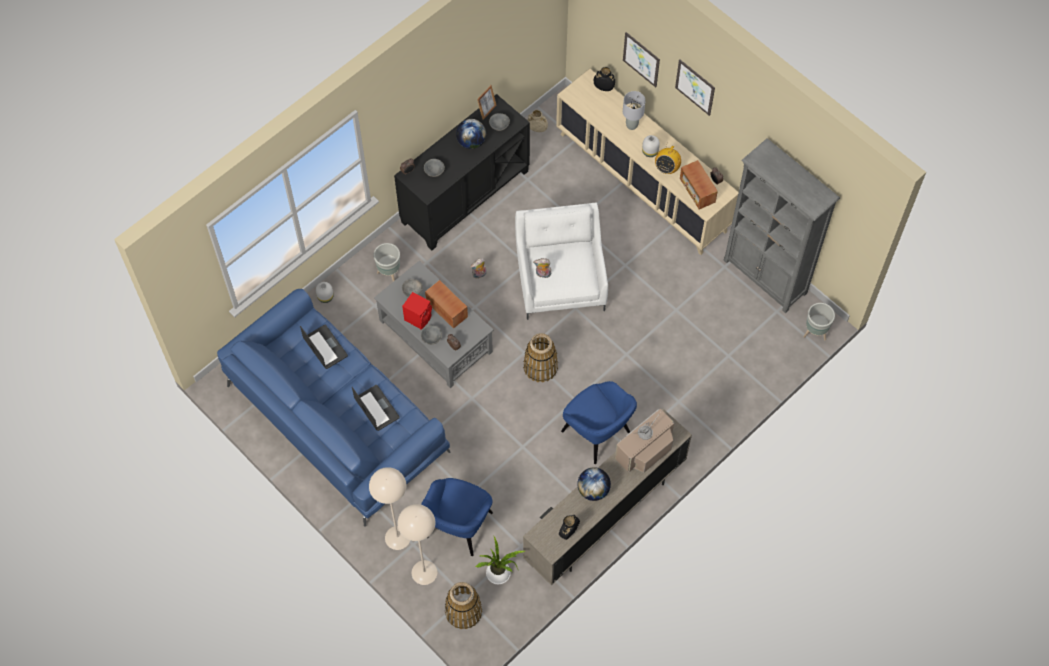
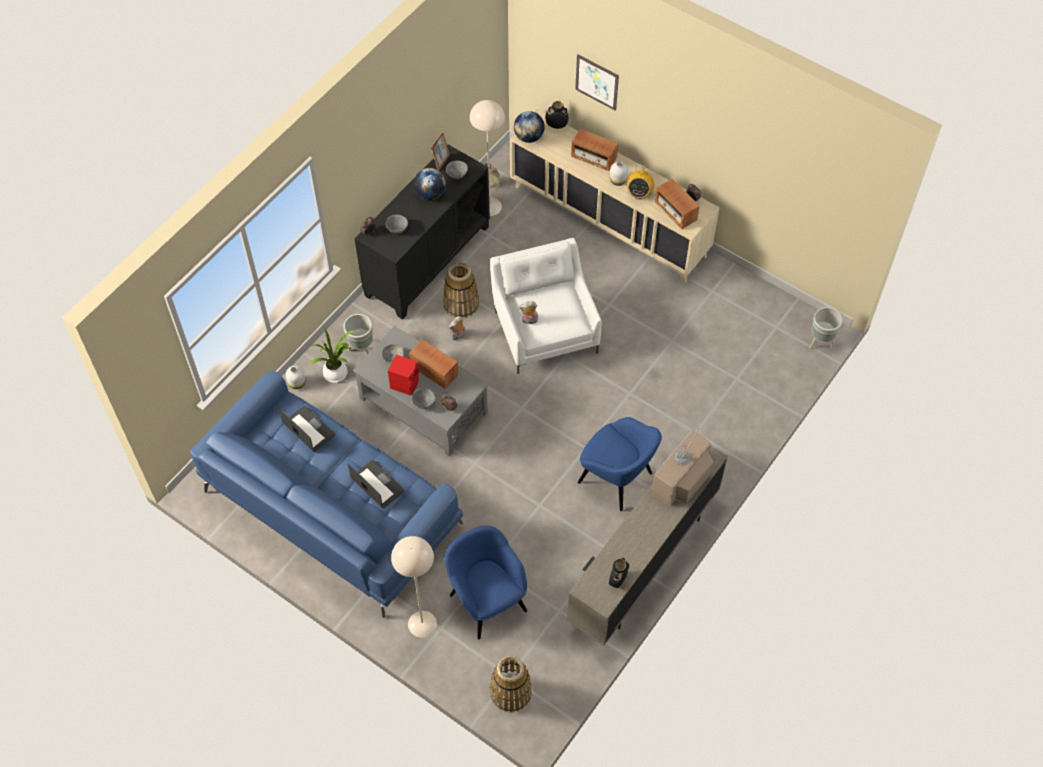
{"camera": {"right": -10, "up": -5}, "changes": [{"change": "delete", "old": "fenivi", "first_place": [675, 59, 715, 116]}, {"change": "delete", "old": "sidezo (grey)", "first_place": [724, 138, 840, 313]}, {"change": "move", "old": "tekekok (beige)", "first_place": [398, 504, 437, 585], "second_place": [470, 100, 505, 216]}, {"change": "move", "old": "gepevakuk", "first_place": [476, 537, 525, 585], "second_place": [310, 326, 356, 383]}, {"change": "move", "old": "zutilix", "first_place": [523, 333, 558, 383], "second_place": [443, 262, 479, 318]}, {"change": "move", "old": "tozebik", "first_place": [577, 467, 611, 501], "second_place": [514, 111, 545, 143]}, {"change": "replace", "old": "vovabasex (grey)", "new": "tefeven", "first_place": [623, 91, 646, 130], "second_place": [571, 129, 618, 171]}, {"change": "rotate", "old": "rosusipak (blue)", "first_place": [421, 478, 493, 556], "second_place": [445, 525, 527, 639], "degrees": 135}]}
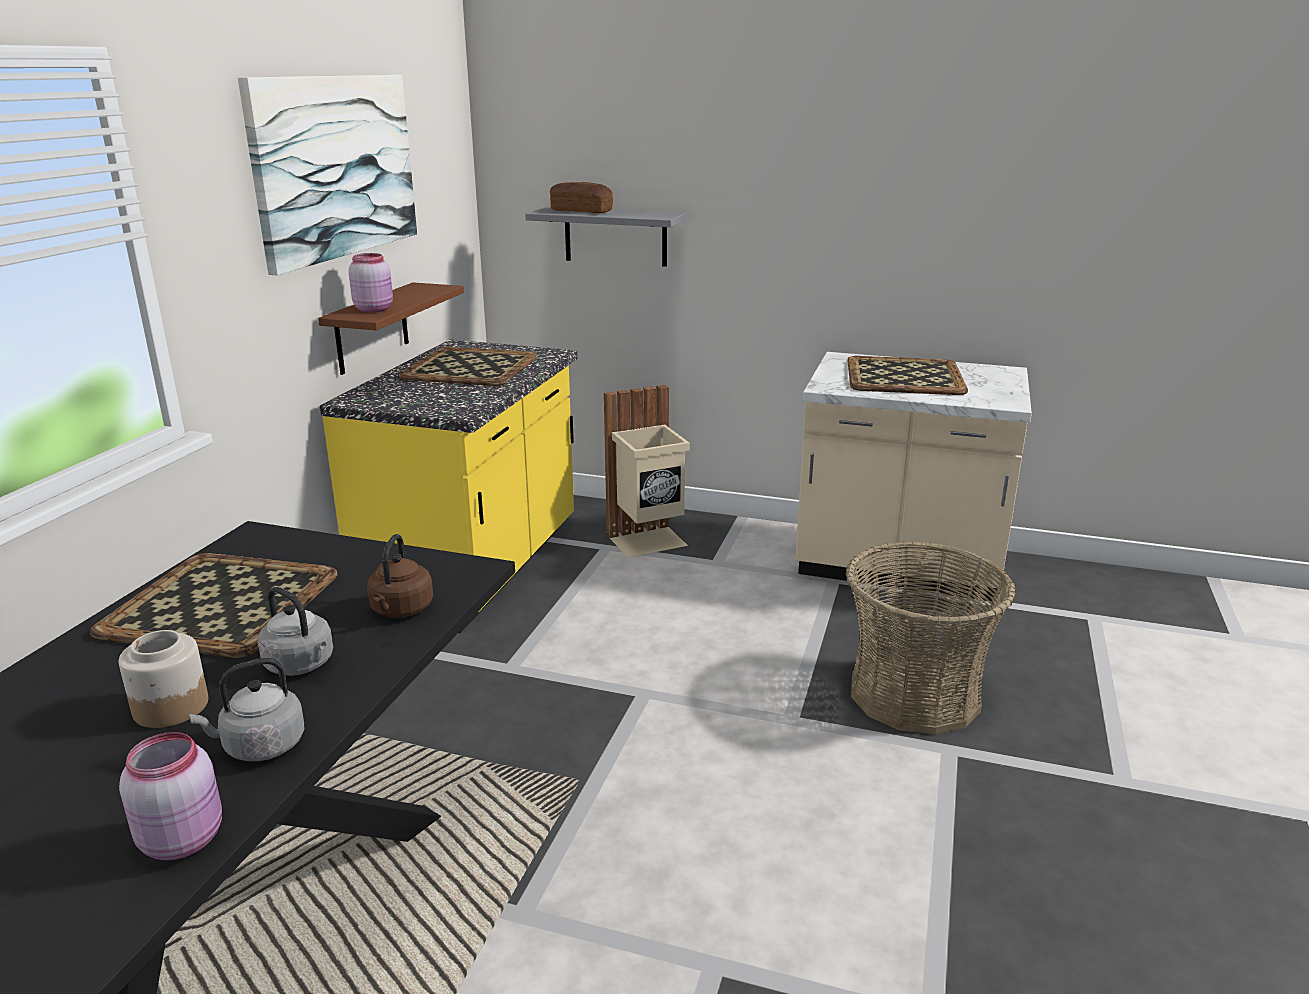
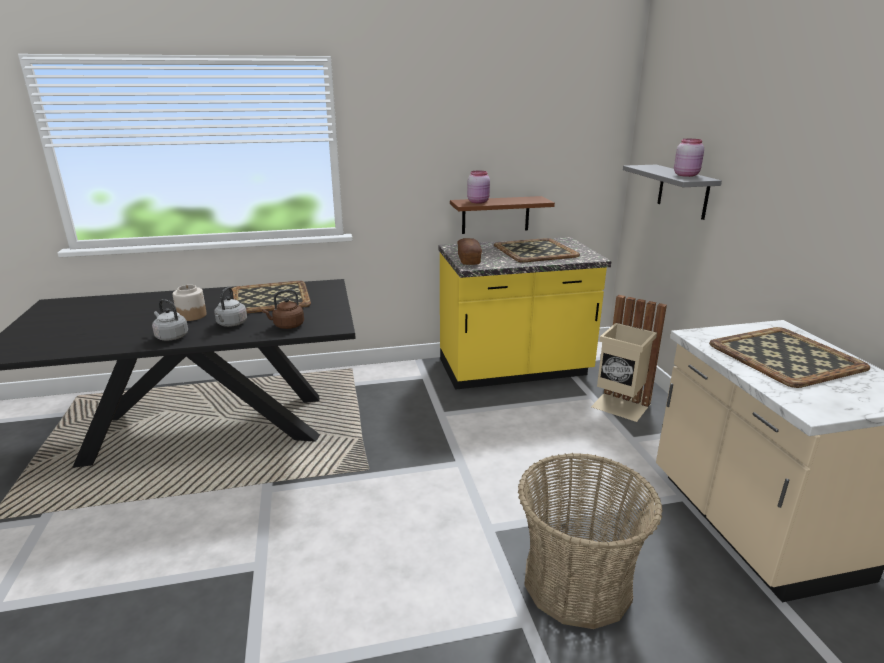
{"camera": {"right": 60, "up": 0}, "changes": [{"change": "delete", "old": "fenivi", "first_place": [238, 75, 417, 275]}, {"change": "move", "old": "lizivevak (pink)", "first_place": [119, 732, 222, 860], "second_place": [674, 139, 704, 177]}, {"change": "move", "old": "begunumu", "first_place": [550, 182, 613, 213], "second_place": [457, 238, 482, 265]}]}
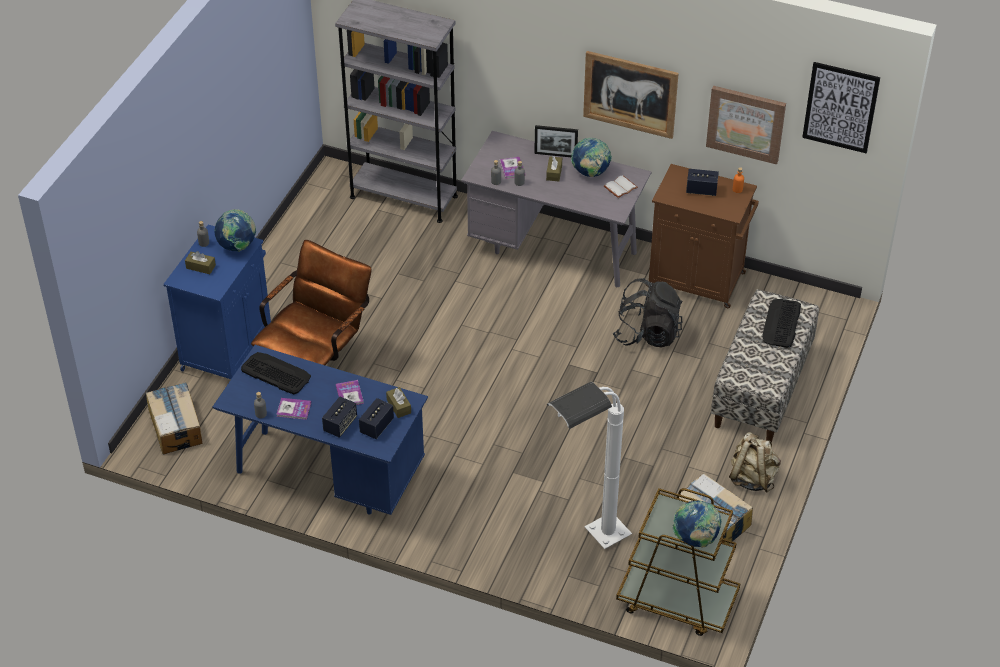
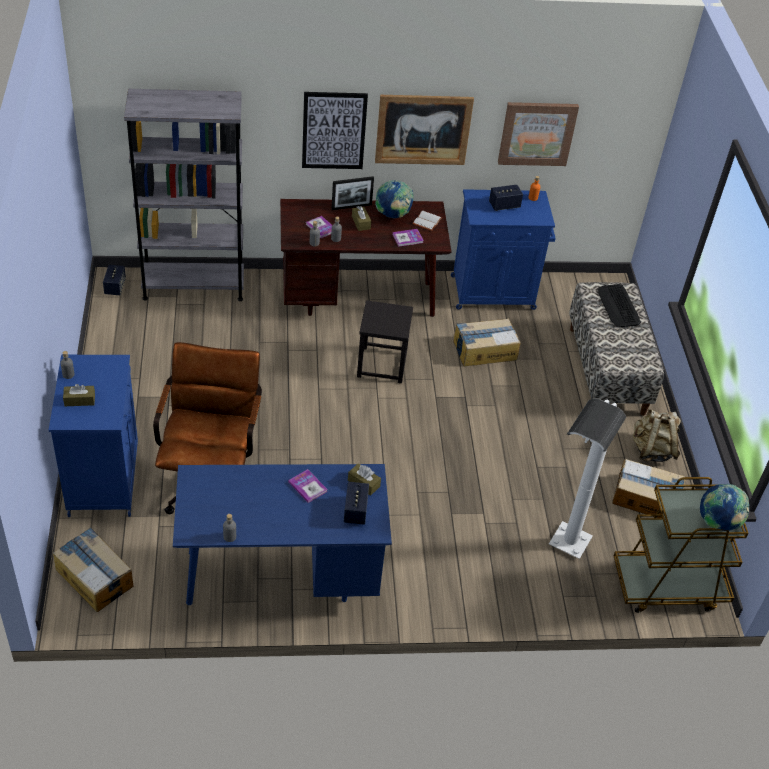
{"camera": {"right": -30, "up": 0}, "changes": [{"change": "delete", "old": "tozebik", "first_place": [214, 209, 256, 252]}, {"change": "delete", "old": "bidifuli", "first_place": [241, 352, 311, 395]}, {"change": "insert", "new": "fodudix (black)", "second_place": [357, 300, 413, 383]}, {"change": "move", "old": "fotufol", "first_place": [276, 398, 311, 420], "second_place": [392, 229, 424, 247]}, {"change": "move", "old": "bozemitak", "first_place": [322, 397, 357, 438], "second_place": [103, 265, 126, 295]}, {"change": "move", "old": "fenivi", "first_place": [802, 62, 880, 153], "second_place": [302, 92, 368, 169]}, {"change": "replace", "old": "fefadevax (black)", "new": "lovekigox", "first_place": [612, 278, 682, 348], "second_place": [453, 319, 521, 366]}, {"change": "recolor", "old": "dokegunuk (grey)", "new": "dokegunuk (brown)", "first_place": [461, 131, 652, 287], "second_place": [280, 199, 452, 317]}, {"change": "recolor", "old": "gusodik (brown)", "new": "gusodik (blue)", "first_place": [646, 164, 759, 308], "second_place": [451, 189, 556, 310]}]}
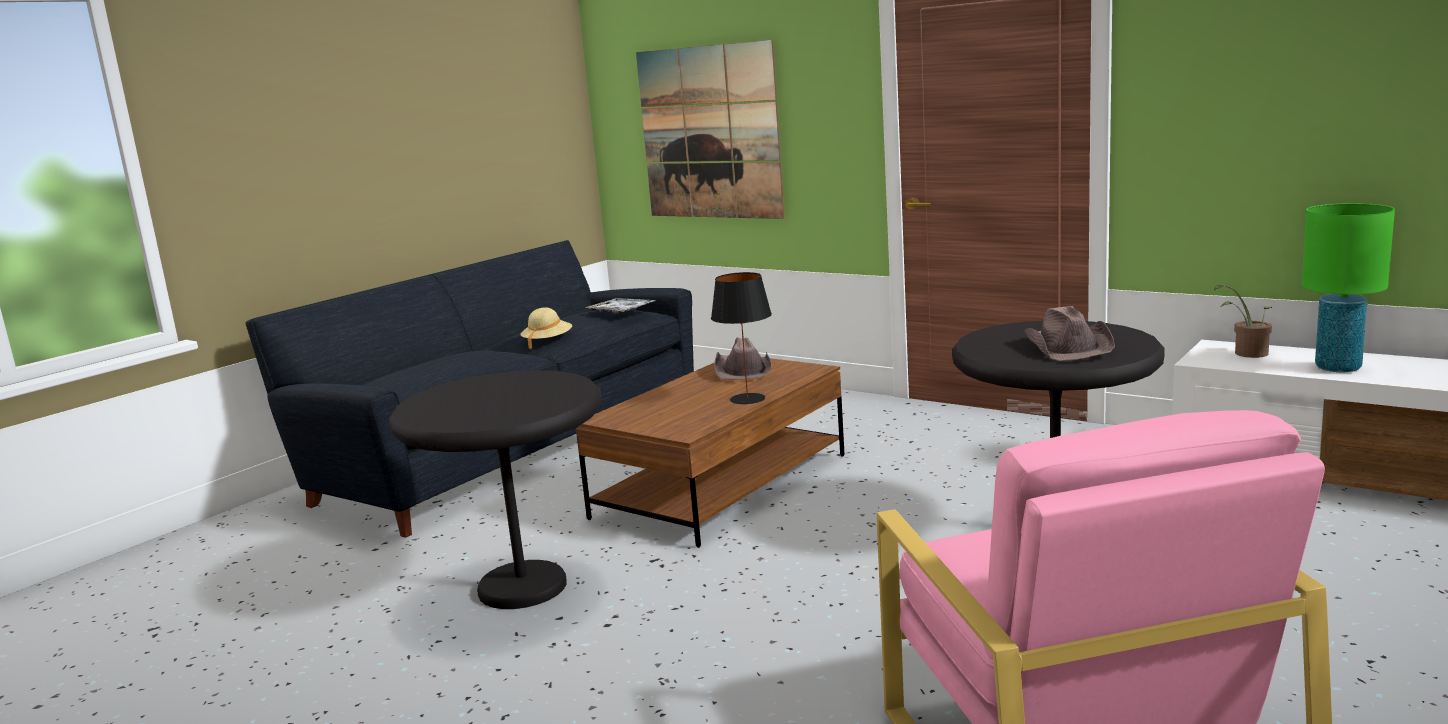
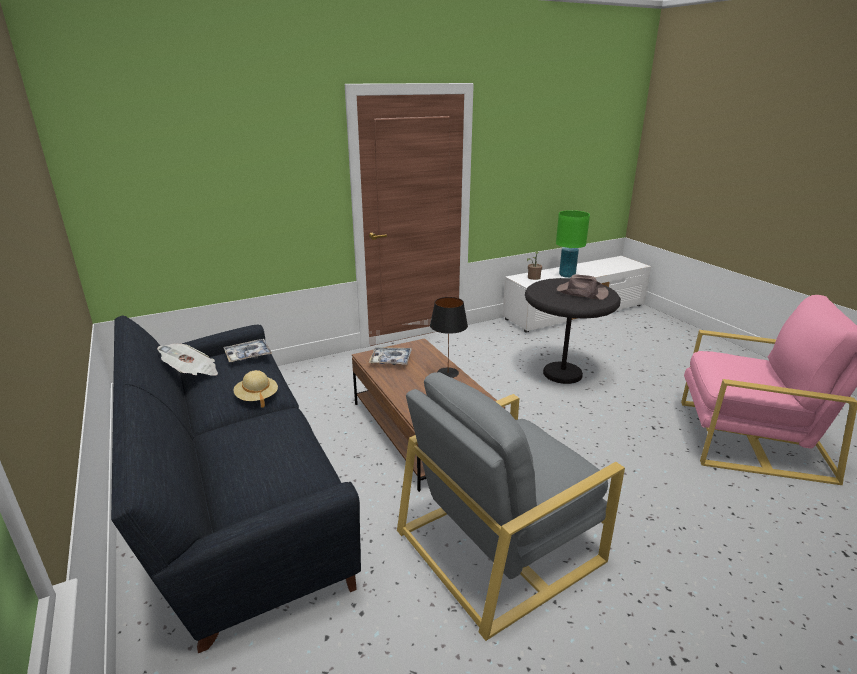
{"camera": {"right": -65, "up": 10}, "changes": [{"change": "delete", "old": "fenivi", "first_place": [636, 40, 785, 219]}, {"change": "insert", "new": "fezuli", "second_place": [157, 344, 218, 376]}, {"change": "replace", "old": "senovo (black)", "new": "rosusipak (grey)", "first_place": [389, 370, 602, 609], "second_place": [397, 372, 625, 641]}, {"change": "replace", "old": "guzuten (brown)", "new": "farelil", "first_place": [714, 337, 772, 380], "second_place": [368, 347, 412, 365]}]}
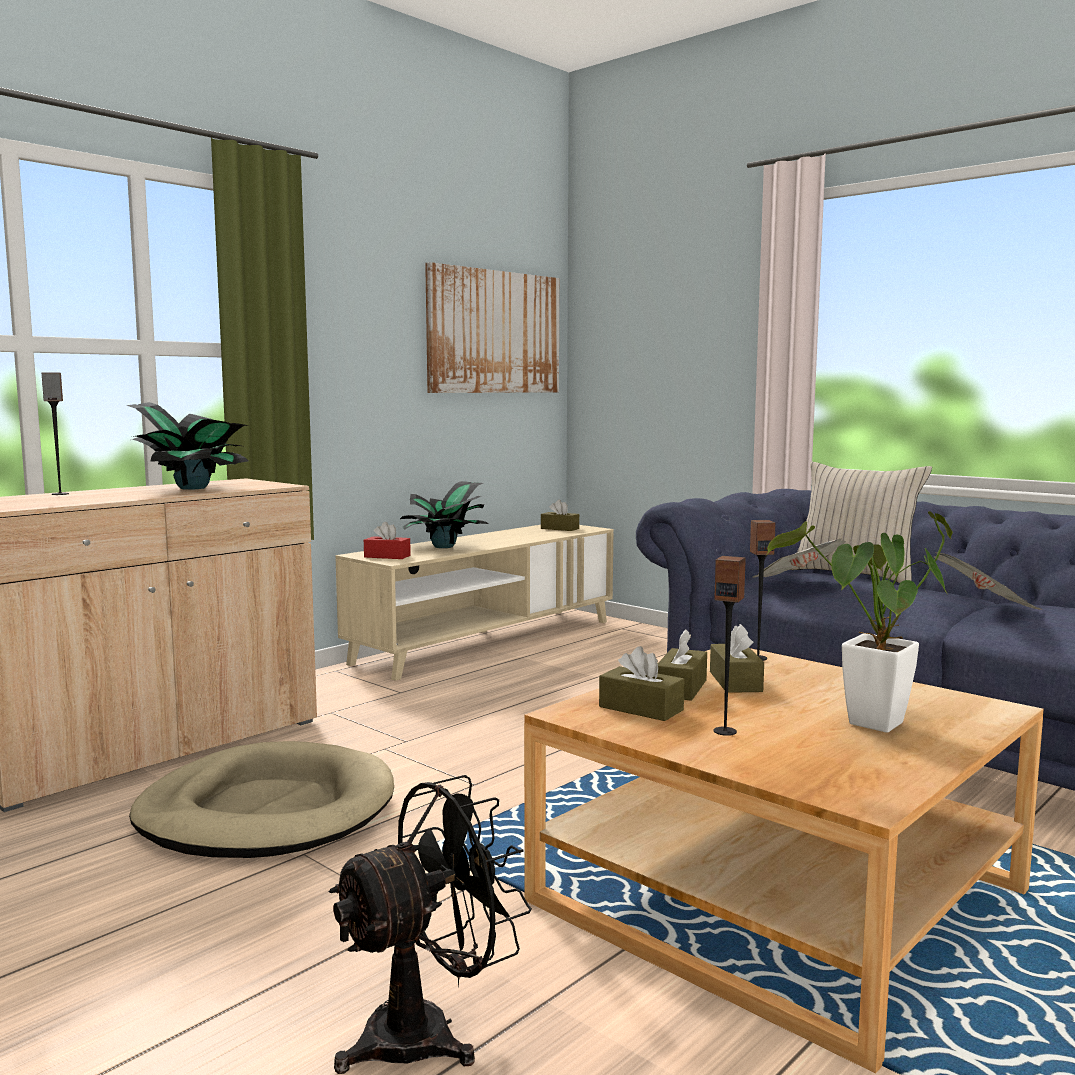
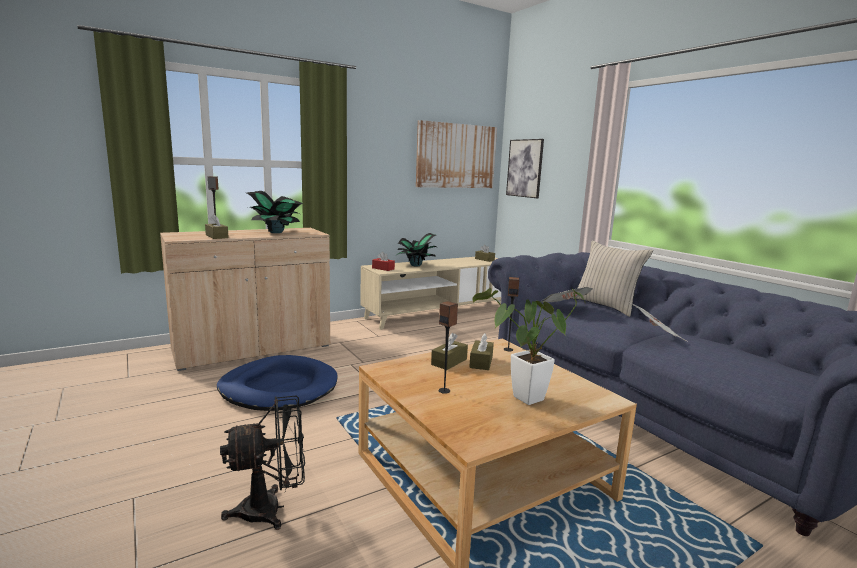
{"camera": {"right": 15, "up": 5}, "changes": [{"change": "insert", "new": "fenivi", "second_place": [506, 139, 544, 198]}, {"change": "move", "old": "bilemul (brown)", "first_place": [599, 646, 684, 721], "second_place": [205, 214, 229, 239]}, {"change": "recolor", "old": "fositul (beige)", "new": "fositul (blue)", "first_place": [129, 741, 394, 858], "second_place": [217, 355, 338, 411]}]}
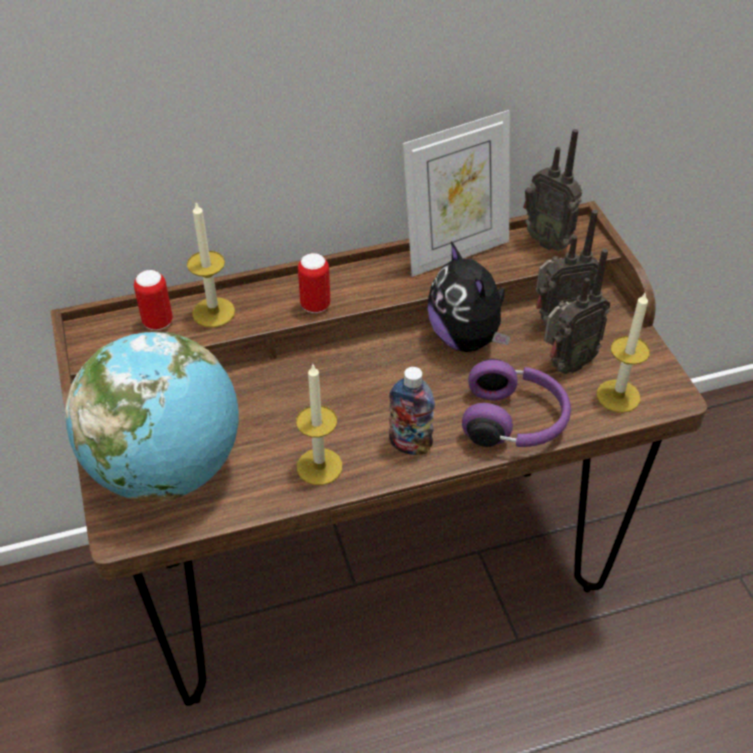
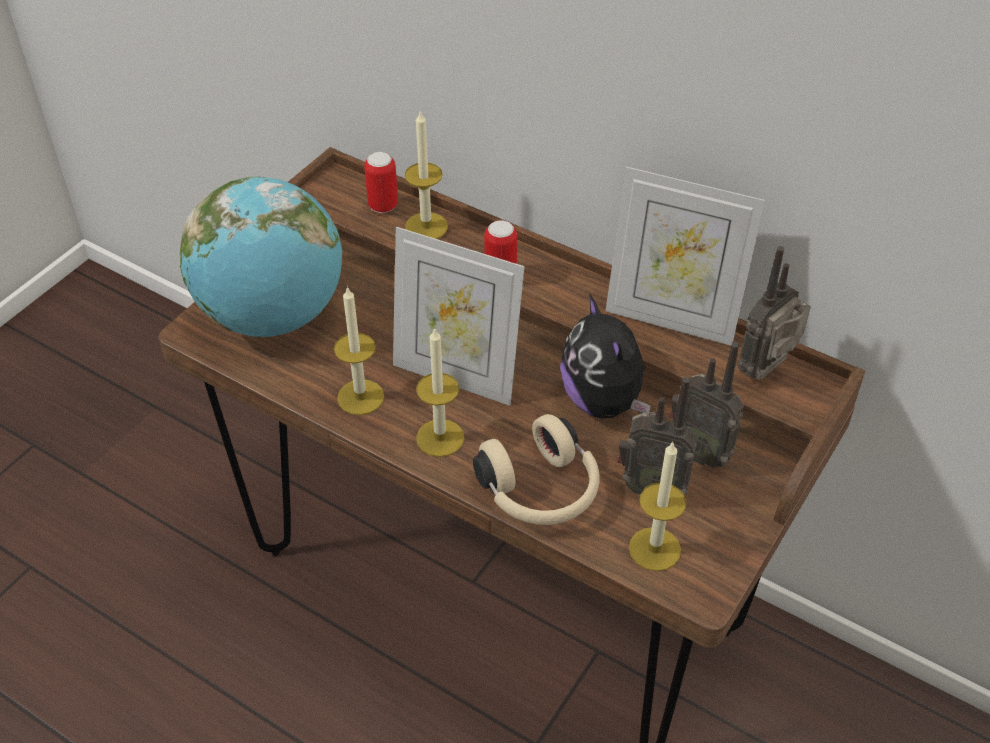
{"camera": {"right": 50, "up": 0}, "changes": [{"change": "insert", "new": "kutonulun", "second_place": [393, 227, 525, 406]}, {"change": "replace", "old": "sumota", "new": "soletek", "first_place": [389, 367, 435, 455], "second_place": [416, 328, 465, 457]}, {"change": "recolor", "old": "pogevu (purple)", "new": "pogevu (beige)", "first_place": [462, 359, 571, 447], "second_place": [473, 414, 600, 525]}, {"change": "rotate", "old": "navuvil", "first_place": [428, 241, 511, 352], "second_place": [560, 293, 651, 418], "degrees": -45}, {"change": "rotate", "old": "tefeven", "first_place": [523, 129, 582, 251], "second_place": [738, 246, 811, 380], "degrees": 45}]}
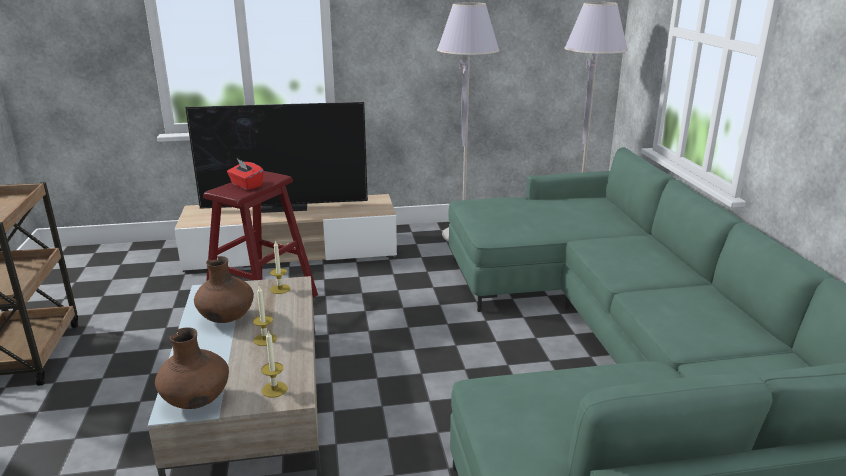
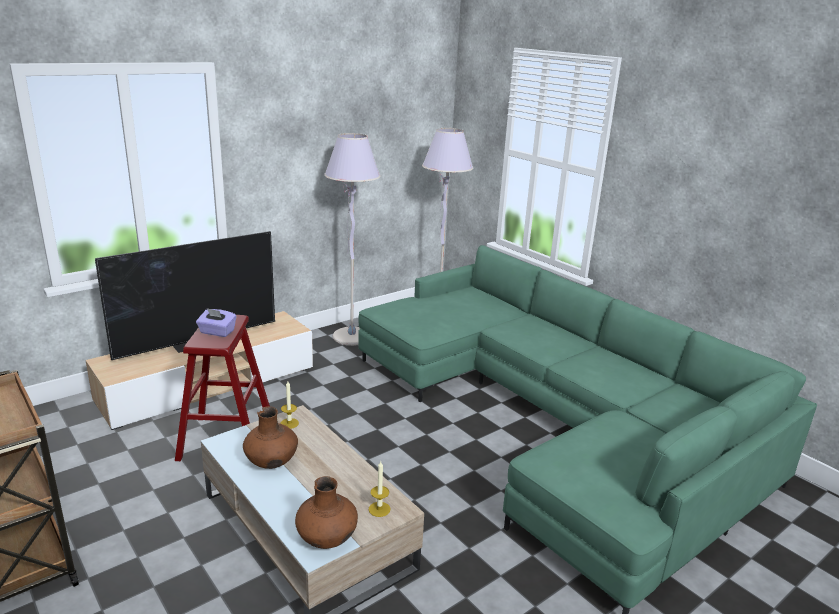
{"camera": {"right": -30, "up": 0}, "changes": [{"change": "delete", "old": "soletek", "first_place": [253, 286, 277, 346]}, {"change": "recolor", "old": "bilemul (red)", "new": "bilemul (purple)", "first_place": [227, 159, 264, 190], "second_place": [196, 308, 237, 337]}]}
